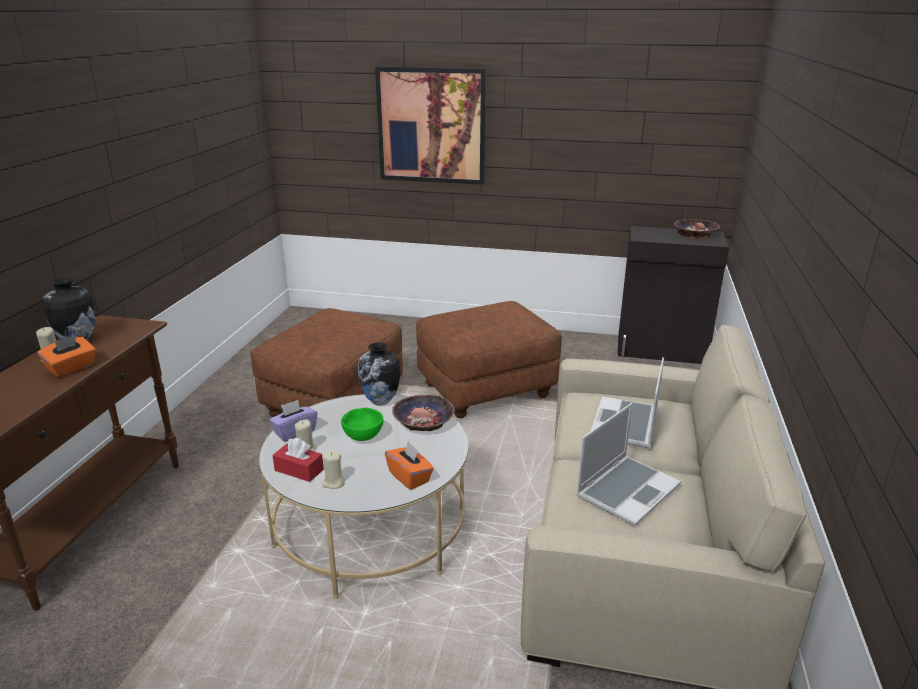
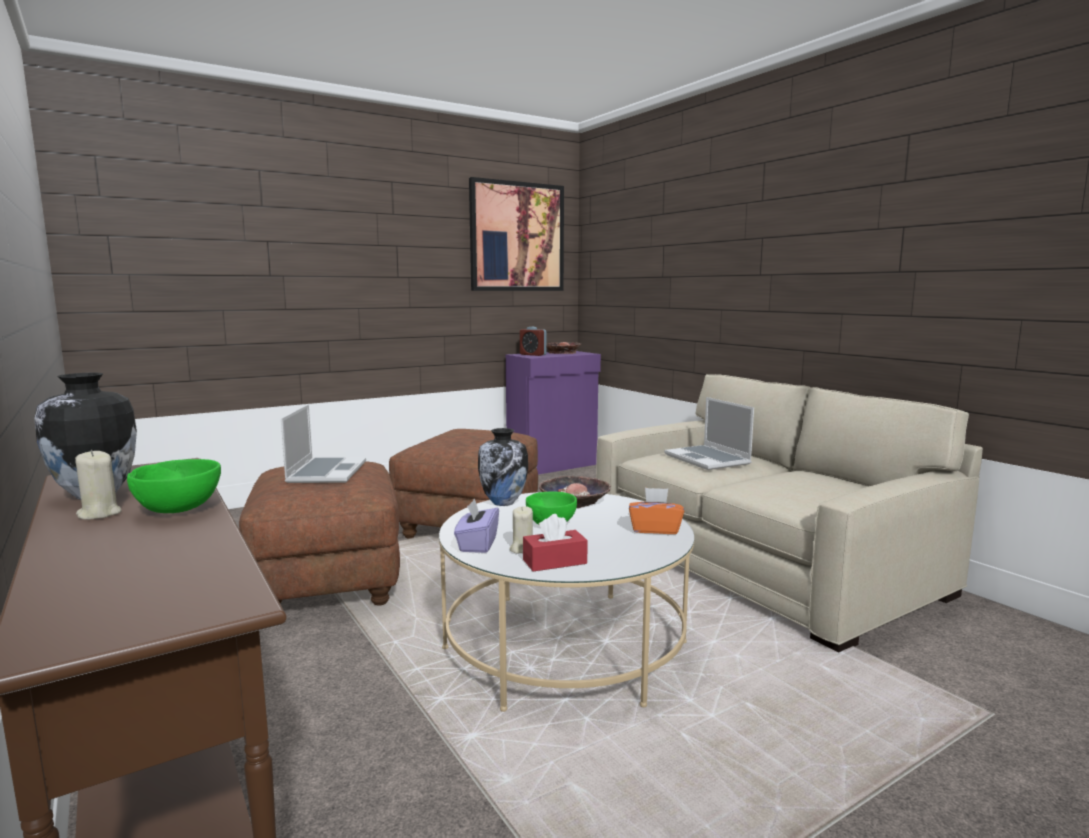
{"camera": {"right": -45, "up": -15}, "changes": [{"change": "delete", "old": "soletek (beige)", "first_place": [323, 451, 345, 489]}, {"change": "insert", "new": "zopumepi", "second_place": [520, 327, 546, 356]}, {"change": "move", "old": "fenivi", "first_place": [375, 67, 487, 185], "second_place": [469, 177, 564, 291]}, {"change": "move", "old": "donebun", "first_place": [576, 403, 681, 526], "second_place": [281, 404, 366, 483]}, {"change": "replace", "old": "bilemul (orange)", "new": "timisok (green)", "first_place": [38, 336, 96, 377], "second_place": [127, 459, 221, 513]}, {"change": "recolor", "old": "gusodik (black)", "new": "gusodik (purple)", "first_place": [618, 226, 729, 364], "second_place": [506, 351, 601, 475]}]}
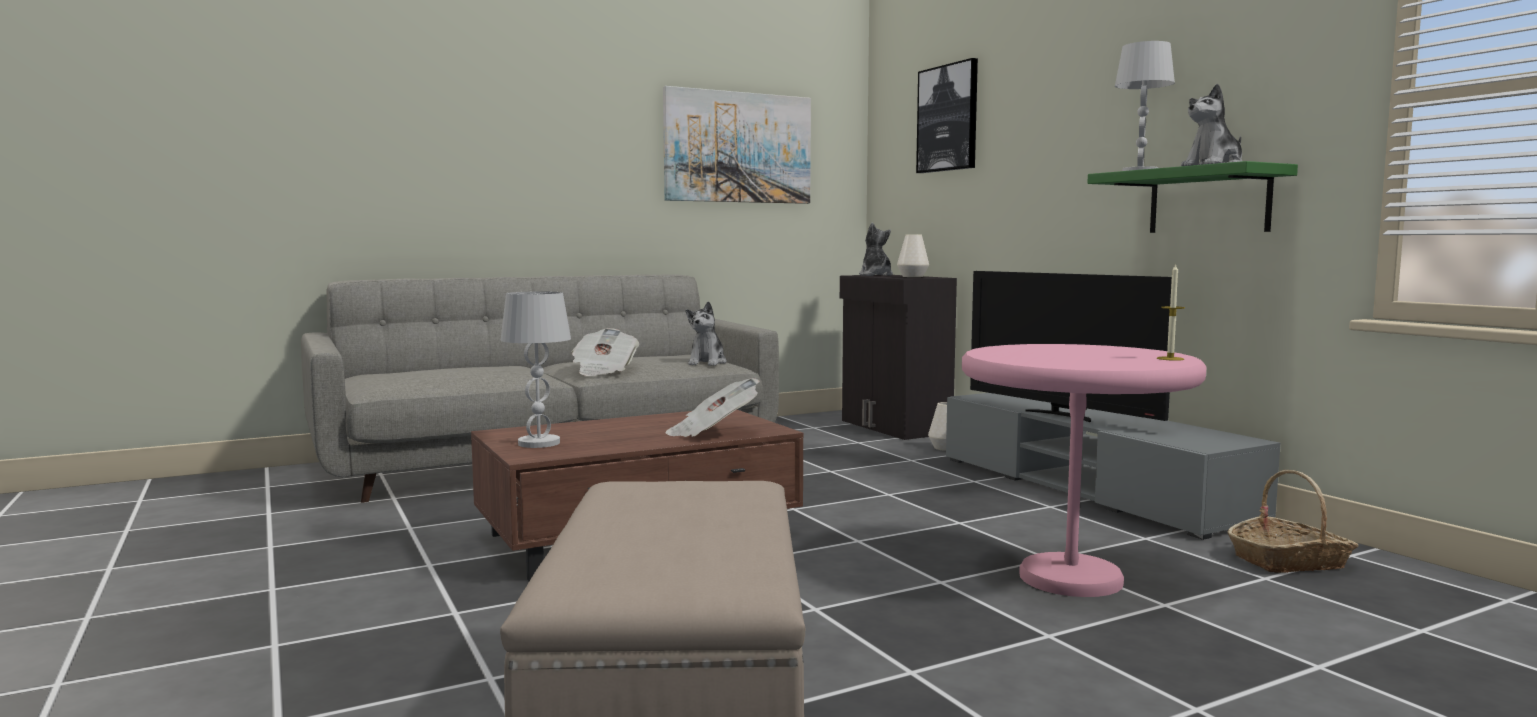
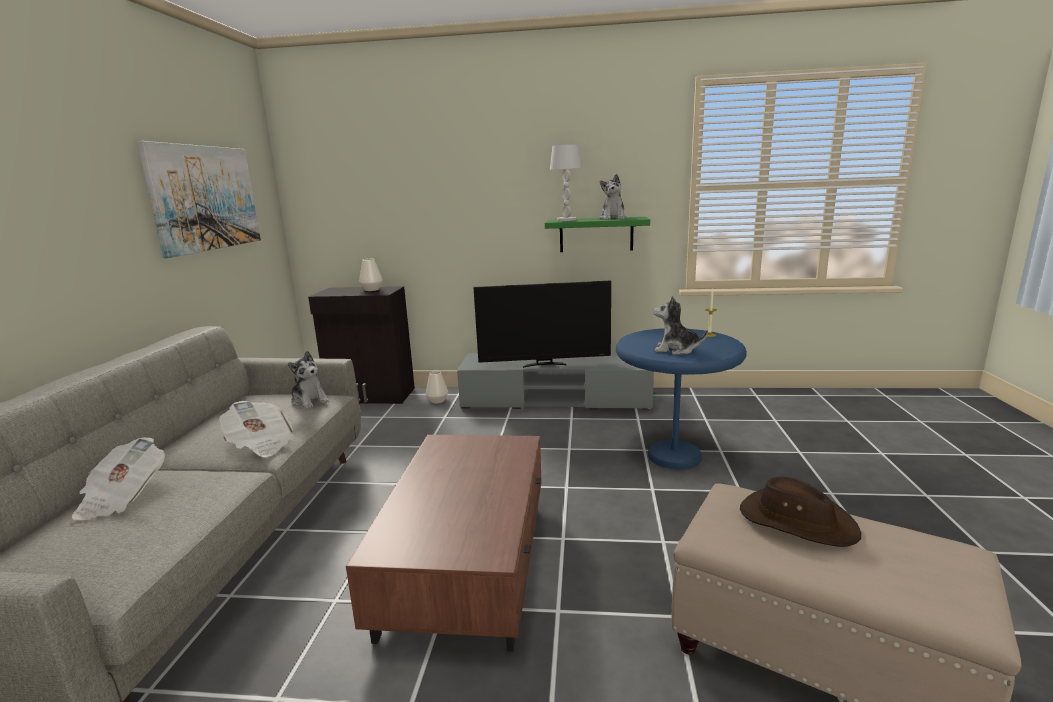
{"camera": {"right": -55, "up": 10}, "changes": [{"change": "delete", "old": "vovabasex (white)", "first_place": [501, 292, 571, 448]}, {"change": "delete", "old": "fenivi", "first_place": [916, 58, 978, 173]}, {"change": "delete", "old": "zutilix", "first_place": [1227, 470, 1359, 573]}, {"change": "insert", "new": "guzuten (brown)", "second_place": [740, 477, 861, 547]}, {"change": "move", "old": "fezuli", "first_place": [665, 378, 760, 437], "second_place": [72, 437, 165, 520]}, {"change": "move", "old": "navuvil", "first_place": [859, 223, 893, 276], "second_place": [653, 296, 708, 355]}, {"change": "recolor", "old": "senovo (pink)", "new": "senovo (blue)", "first_place": [962, 344, 1207, 597], "second_place": [616, 328, 747, 469]}]}
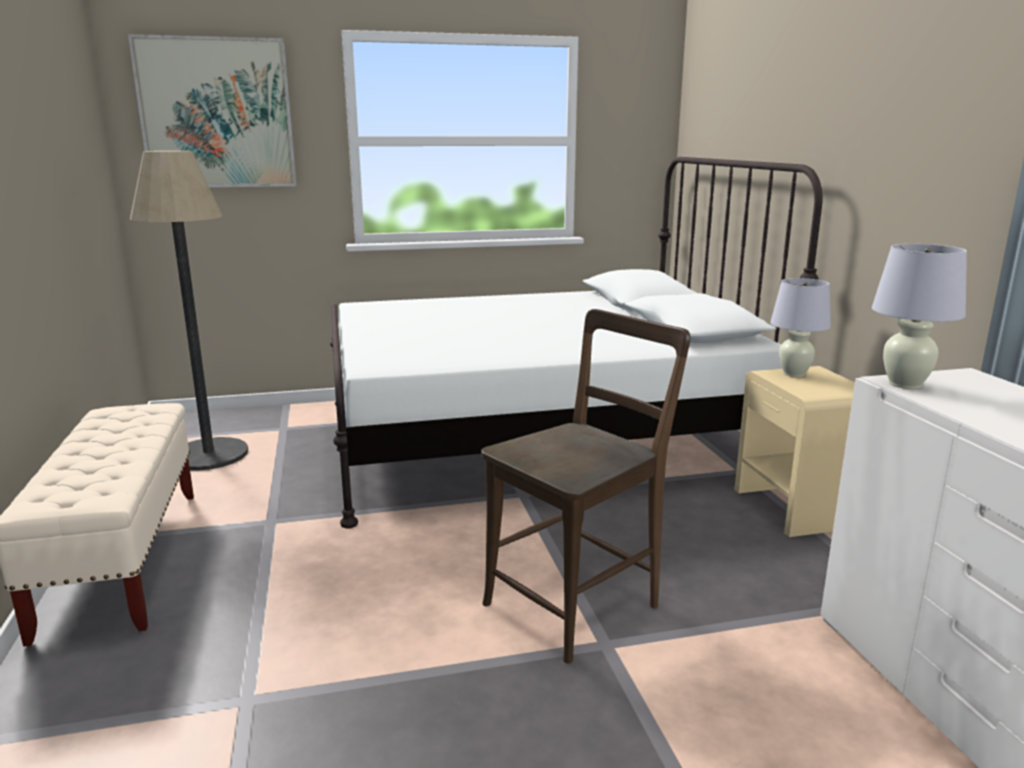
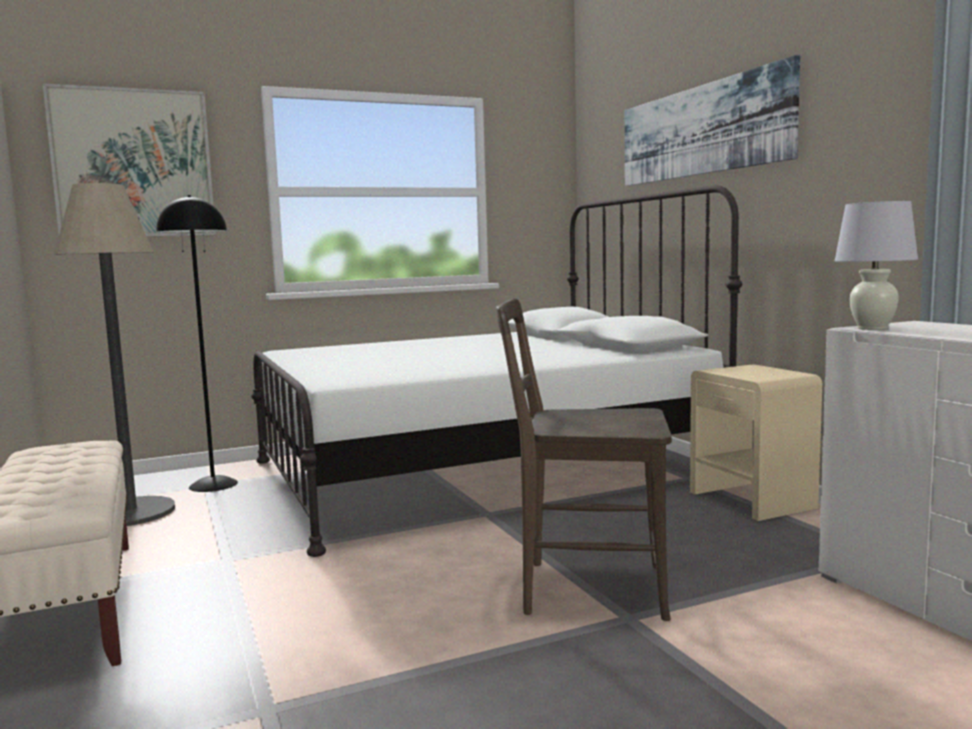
{"camera": {"right": -10, "up": -10}, "changes": [{"change": "delete", "old": "vovabasex (white)", "first_place": [770, 278, 831, 377]}, {"change": "insert", "new": "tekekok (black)", "second_place": [156, 195, 238, 492]}, {"change": "insert", "new": "fenivi", "second_place": [625, 55, 800, 186]}, {"change": "rotate", "old": "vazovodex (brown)", "first_place": [481, 309, 691, 664], "second_place": [496, 299, 672, 621], "degrees": -120}]}
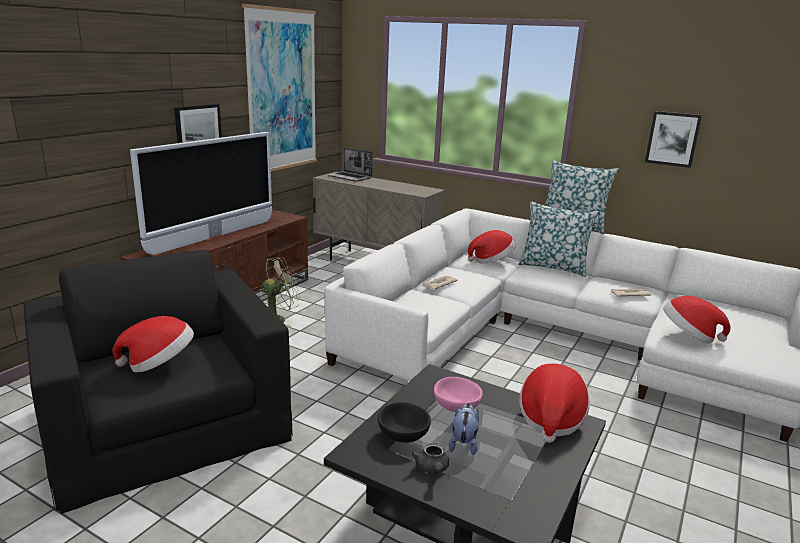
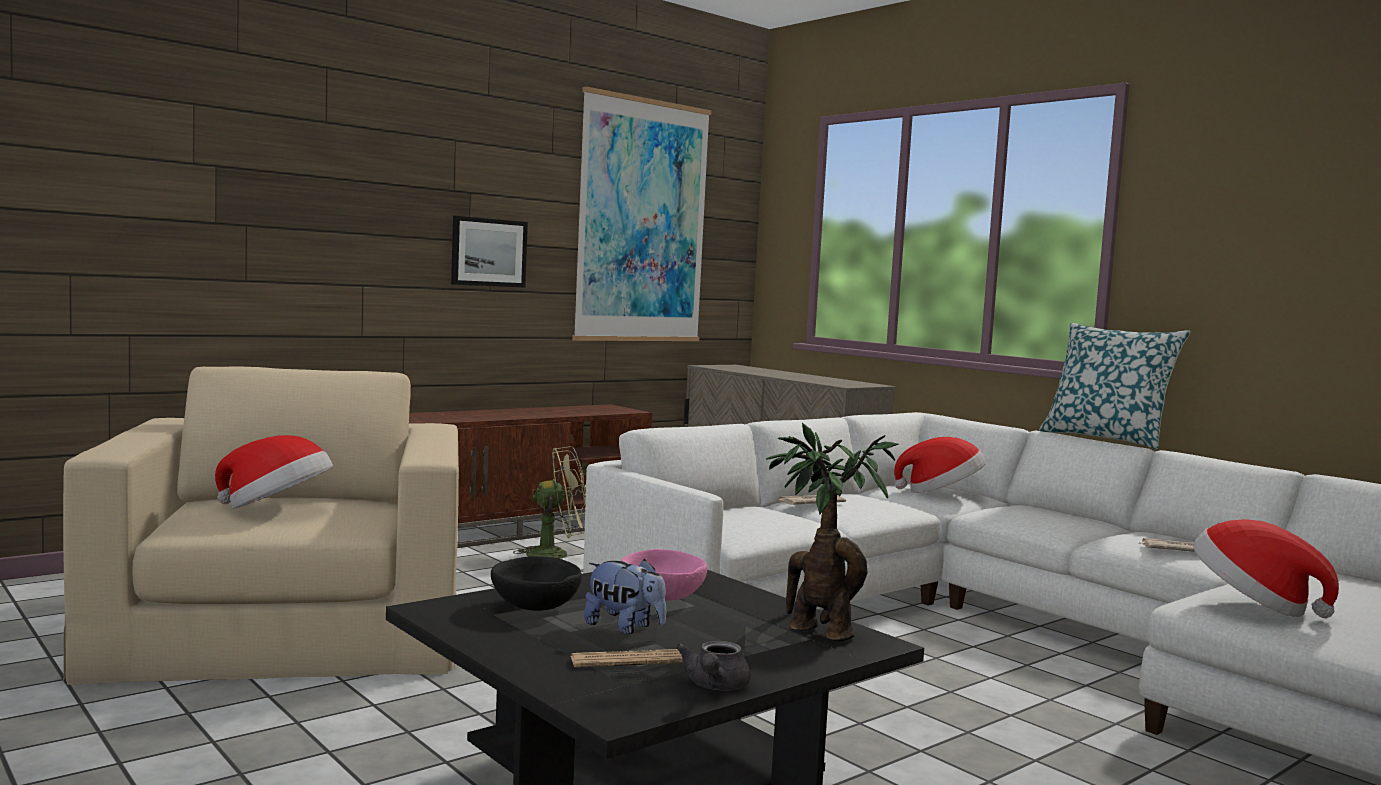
{"camera": {"right": 20, "up": -15}, "changes": [{"change": "delete", "old": "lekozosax", "first_place": [130, 132, 272, 255]}, {"change": "delete", "old": "donebun", "first_place": [328, 147, 373, 181]}, {"change": "delete", "old": "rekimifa", "first_place": [518, 201, 599, 277]}, {"change": "delete", "old": "fenivi", "first_place": [645, 111, 702, 168]}, {"change": "insert", "new": "fezuli", "second_place": [571, 649, 684, 667]}, {"change": "move", "old": "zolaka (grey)", "first_place": [412, 443, 449, 473], "second_place": [676, 641, 751, 691]}, {"change": "replace", "old": "guzuten", "new": "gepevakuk", "first_place": [519, 364, 590, 443], "second_place": [766, 423, 899, 641]}, {"change": "recolor", "old": "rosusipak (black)", "new": "rosusipak (beige)", "first_place": [24, 250, 293, 514], "second_place": [63, 366, 459, 685]}, {"change": "rotate", "old": "navuvil", "first_place": [449, 403, 479, 455], "second_place": [584, 559, 666, 634], "degrees": 90}]}
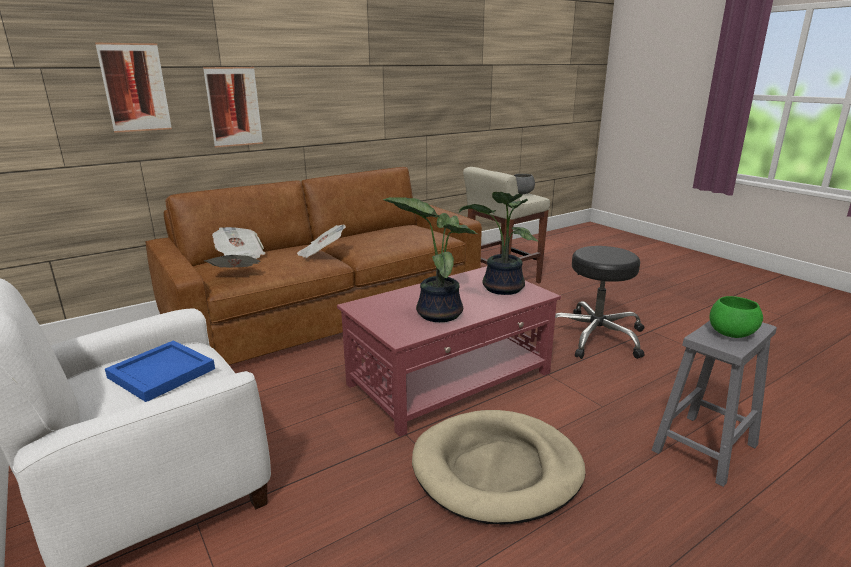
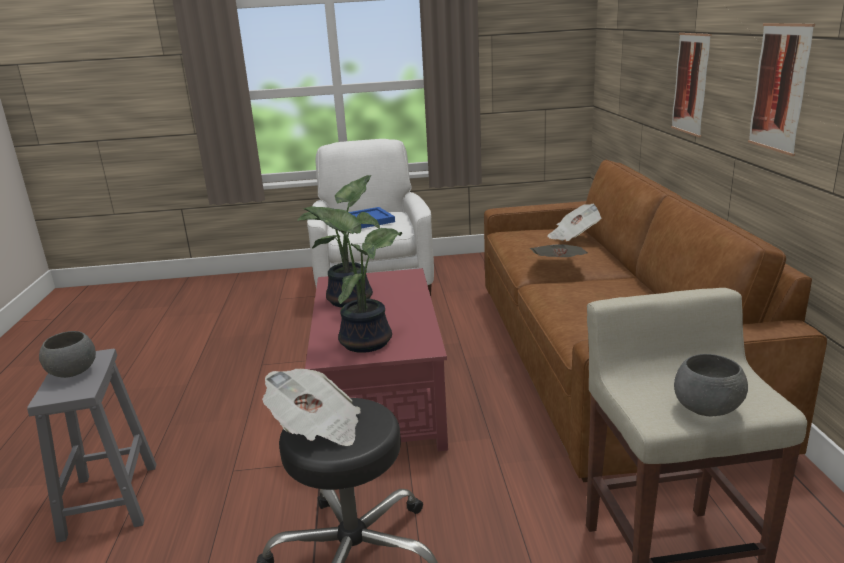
{"camera": {"right": 120, "up": 0}, "changes": [{"change": "delete", "old": "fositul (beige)", "first_place": [412, 410, 586, 525]}, {"change": "move", "old": "fenivi", "first_place": [95, 43, 172, 133], "second_place": [748, 23, 815, 156]}, {"change": "move", "old": "fezuli", "first_place": [204, 255, 261, 268], "second_place": [262, 369, 361, 446]}, {"change": "recolor", "old": "timisok (green)", "new": "timisok (grey)", "first_place": [710, 296, 763, 338], "second_place": [39, 331, 96, 378]}]}
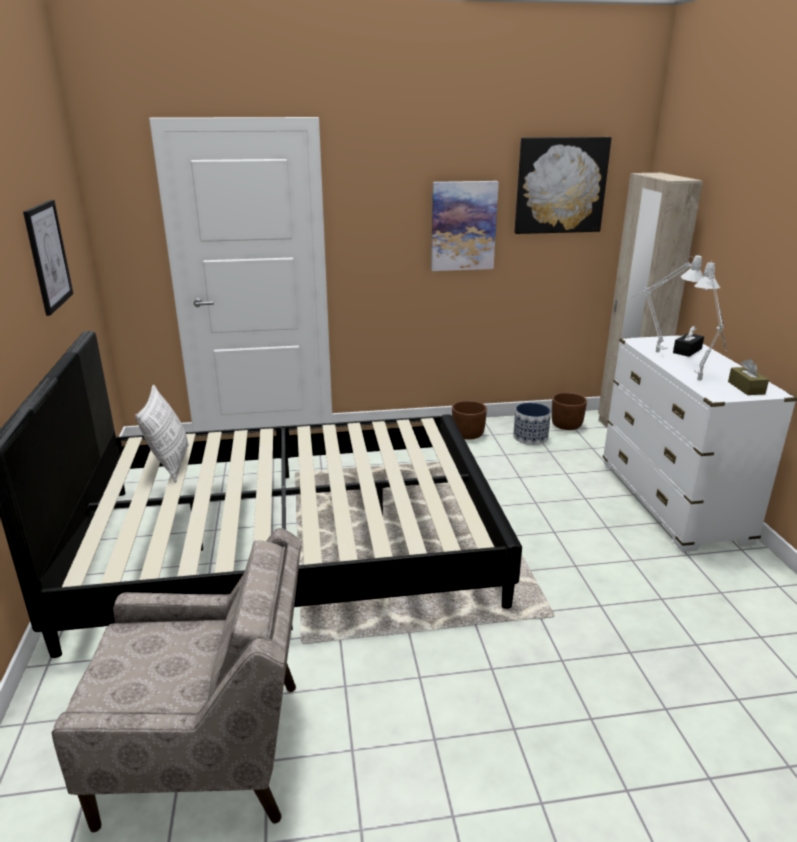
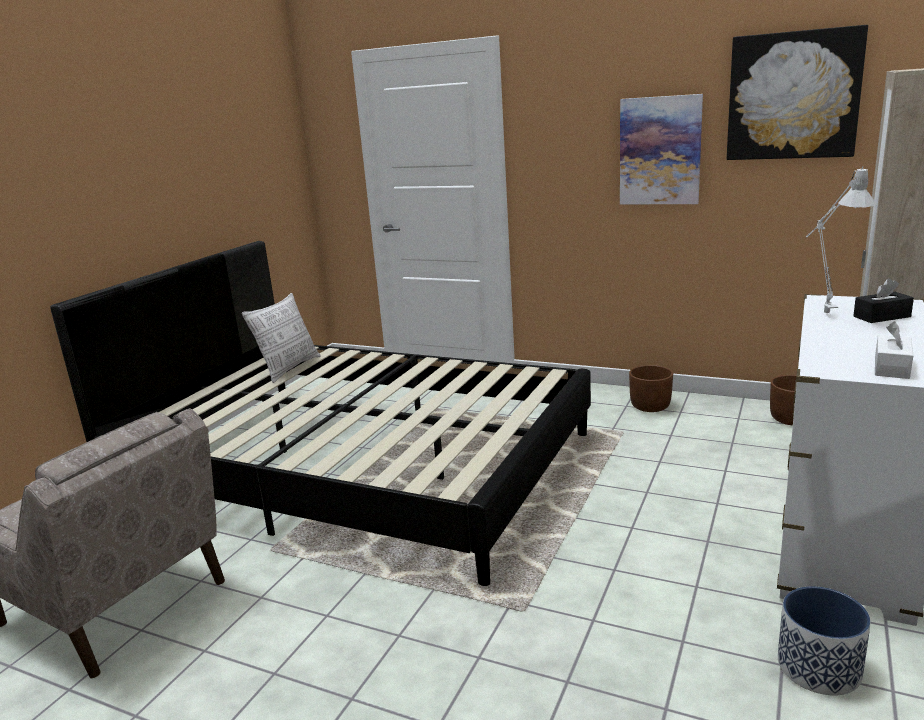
{"camera": {"right": 35, "up": -5}, "changes": [{"change": "delete", "old": "fenivi", "first_place": [23, 200, 73, 316]}, {"change": "delete", "old": "vovabasex (grey)", "first_place": [694, 261, 727, 381]}, {"change": "move", "old": "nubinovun", "first_place": [513, 403, 551, 445], "second_place": [778, 586, 871, 695]}, {"change": "recolor", "old": "bilemul (brown)", "new": "bilemul (white)", "first_place": [728, 359, 769, 395], "second_place": [875, 321, 913, 379]}]}
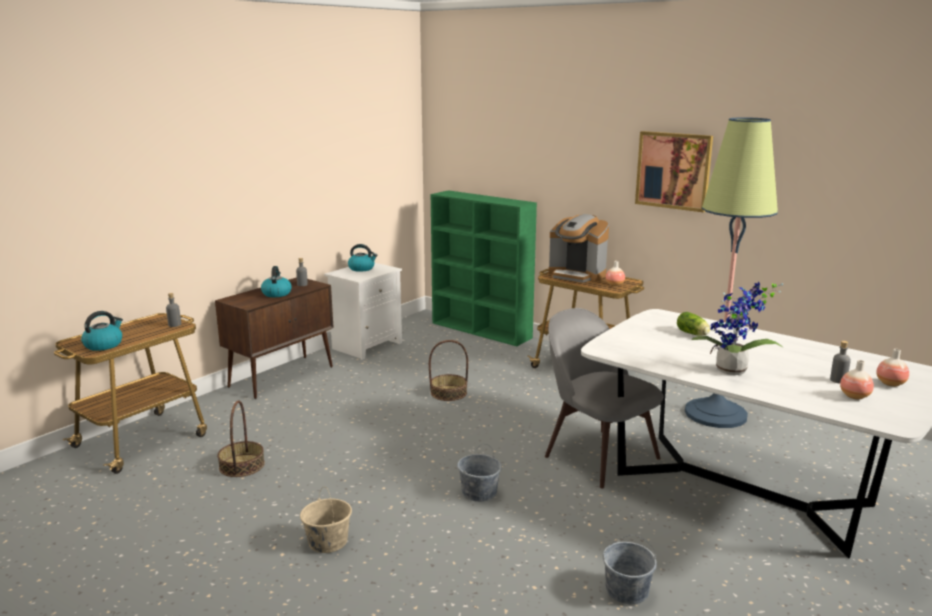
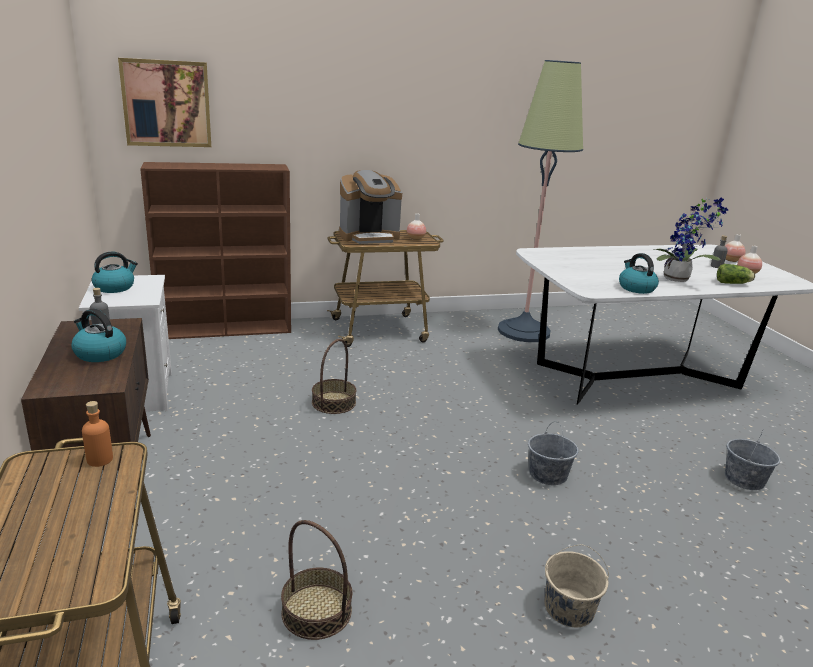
{"camera": {"right": -55, "up": 5}, "changes": [{"change": "delete", "old": "vazovodex (grey)", "first_place": [545, 308, 664, 488]}, {"change": "move", "old": "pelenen", "first_place": [81, 311, 123, 351], "second_place": [619, 253, 659, 294]}, {"change": "move", "old": "fenivi", "first_place": [635, 131, 713, 212], "second_place": [118, 58, 211, 147]}, {"change": "move", "old": "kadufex", "first_place": [677, 312, 710, 336], "second_place": [717, 264, 755, 284]}, {"change": "recolor", "old": "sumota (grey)", "new": "sumota (orange)", "first_place": [166, 293, 181, 327], "second_place": [82, 401, 113, 467]}, {"change": "recolor", "old": "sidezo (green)", "new": "sidezo (brown)", "first_place": [431, 190, 537, 346], "second_place": [140, 162, 291, 339]}]}
